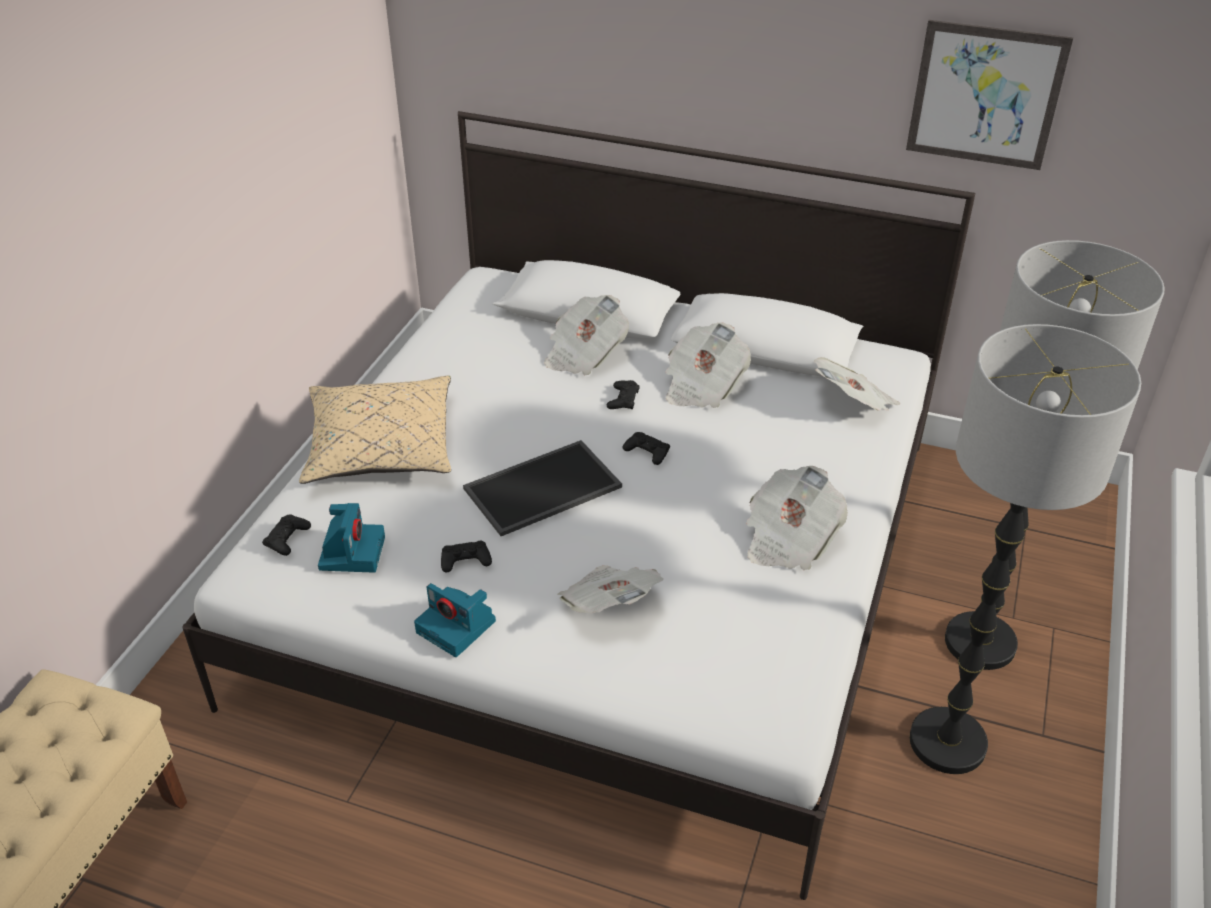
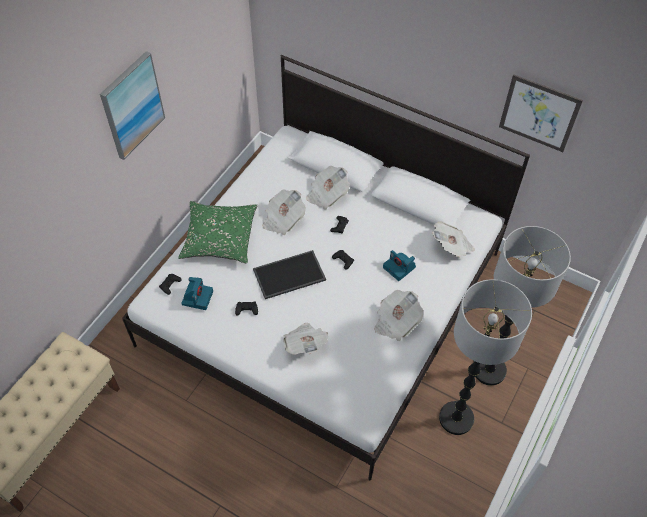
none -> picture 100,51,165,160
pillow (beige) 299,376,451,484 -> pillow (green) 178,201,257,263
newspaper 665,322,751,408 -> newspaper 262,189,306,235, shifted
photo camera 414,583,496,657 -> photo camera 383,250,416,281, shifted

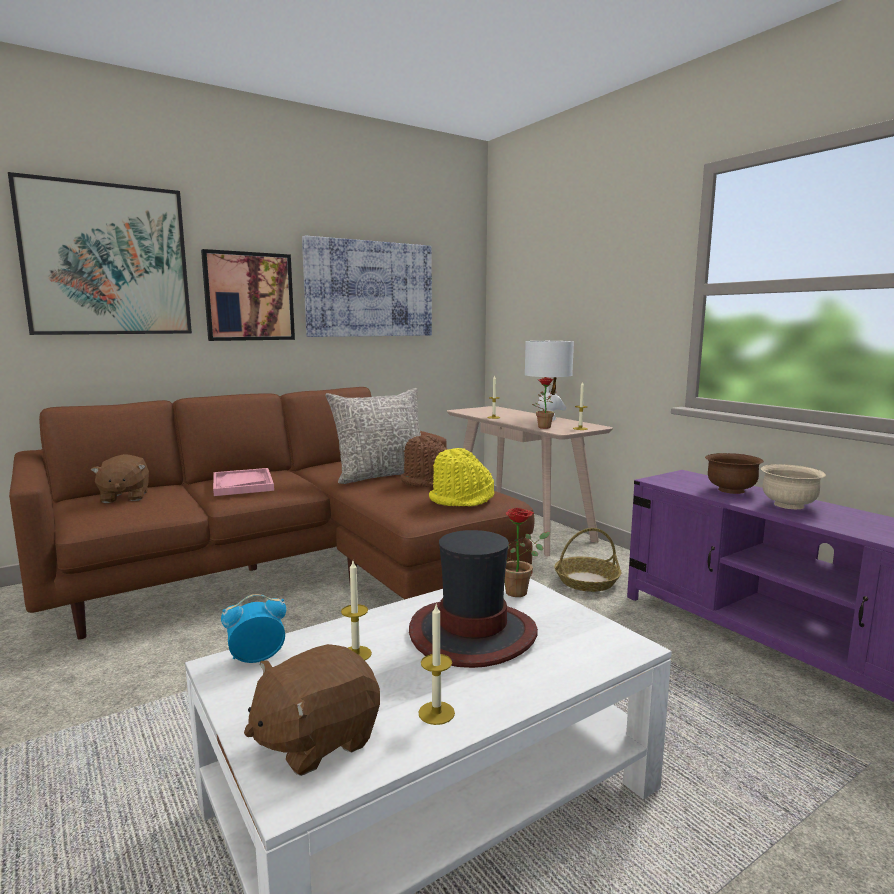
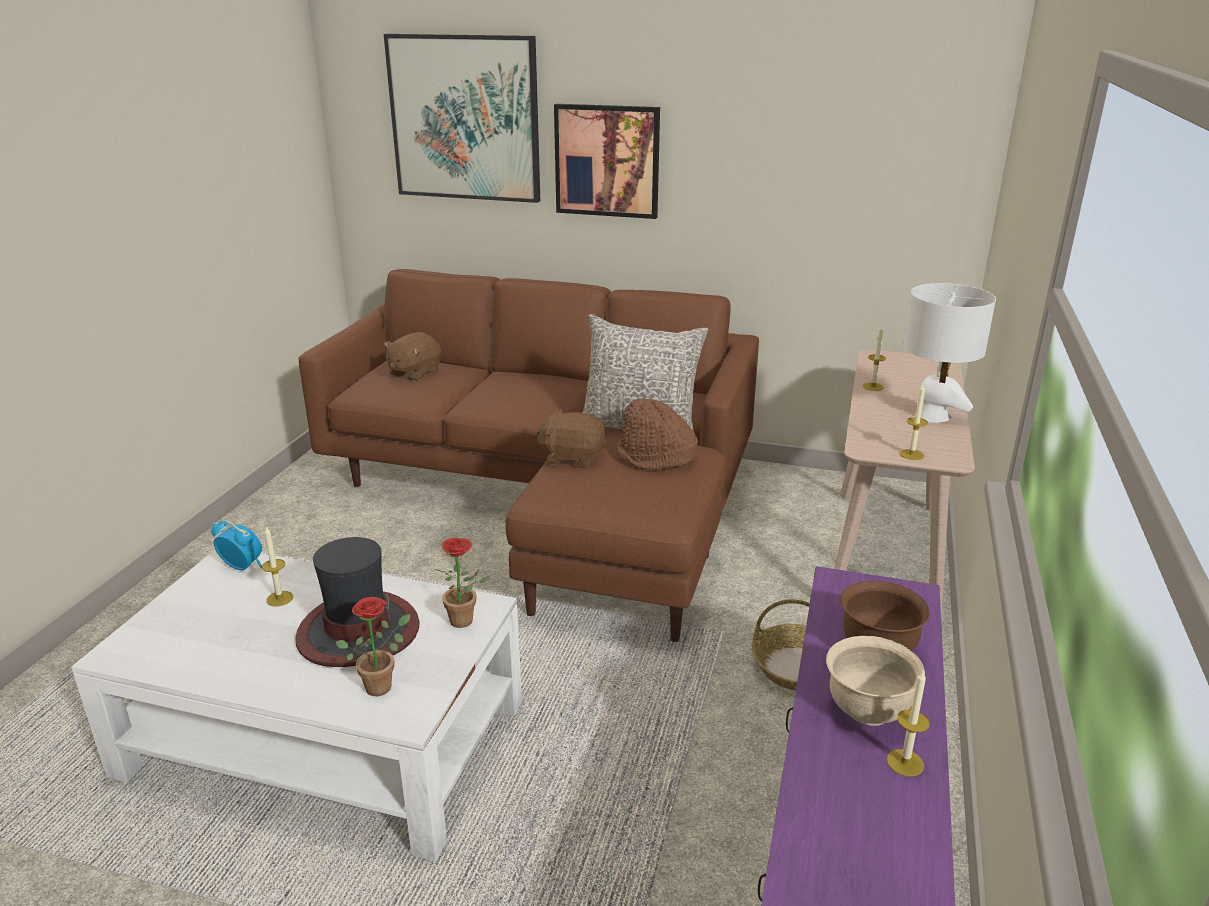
potted plant 532,377,556,429 -> potted plant 336,597,410,696, shifted
plush toy (brown) 244,644,380,776 -> plush toy (brown) 535,409,606,469, shifted
candle 418,605,455,725 -> candle 887,671,930,776, shifted
tray (pink) 213,468,274,496 -> none
picture 302,235,432,337 -> none
hat (yellow) 429,448,494,507 -> none

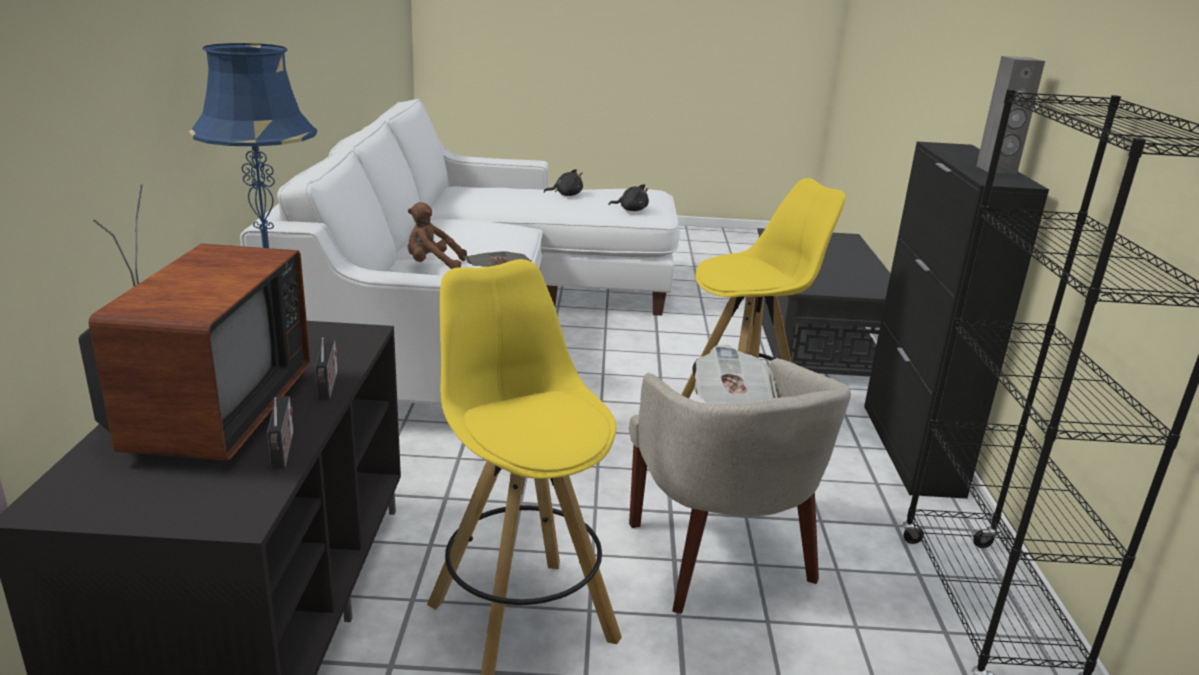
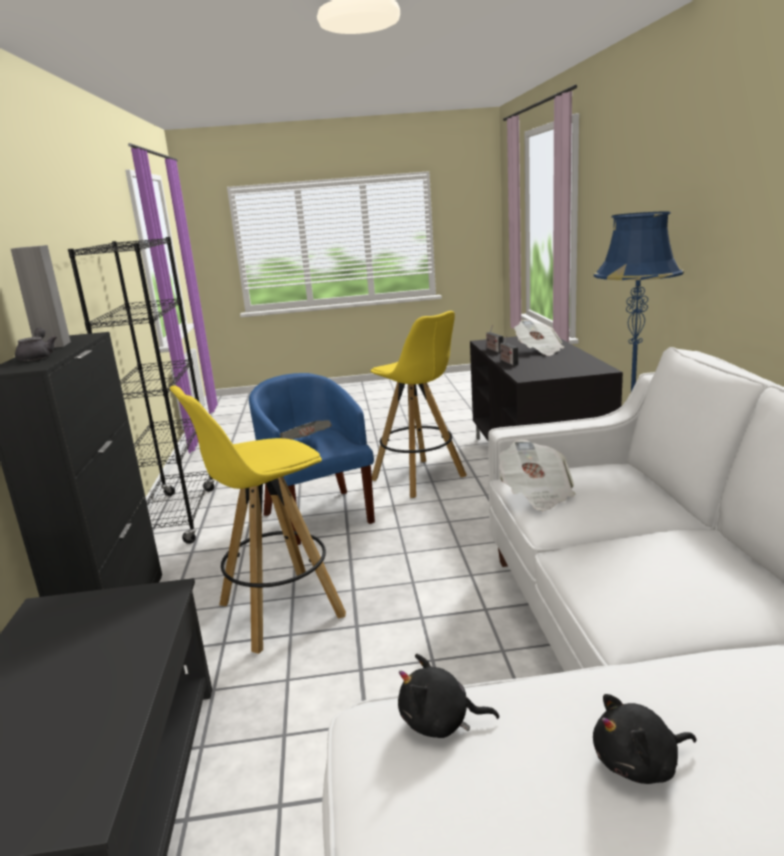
none -> teapot (grey) 15,328,57,361
armchair (beige) 629,358,851,613 -> armchair (blue) 249,373,375,545
television 79,184,310,461 -> newspaper 514,320,564,356
plush toy (brown) 407,202,467,269 -> none

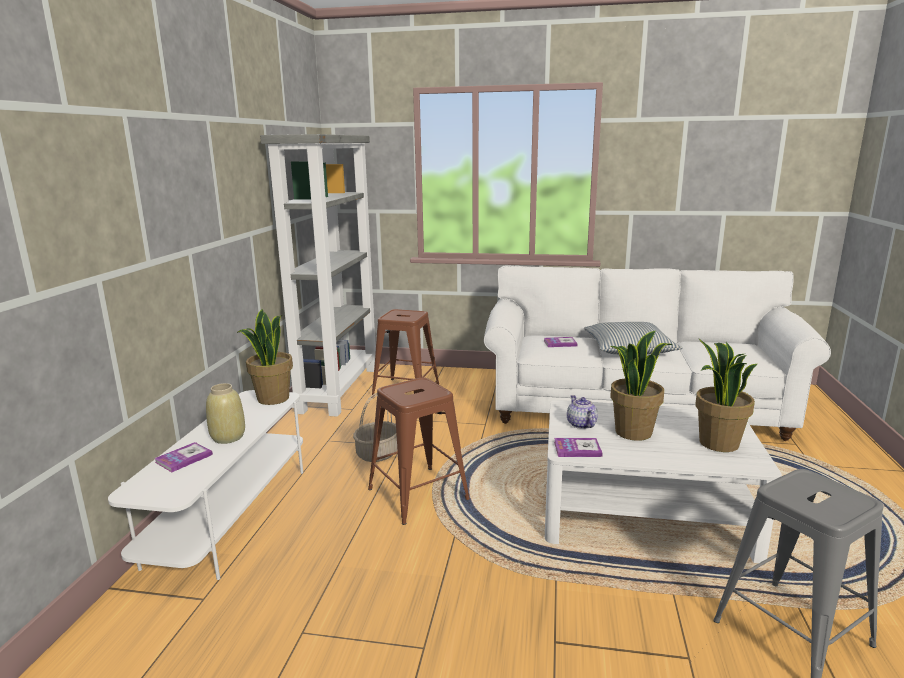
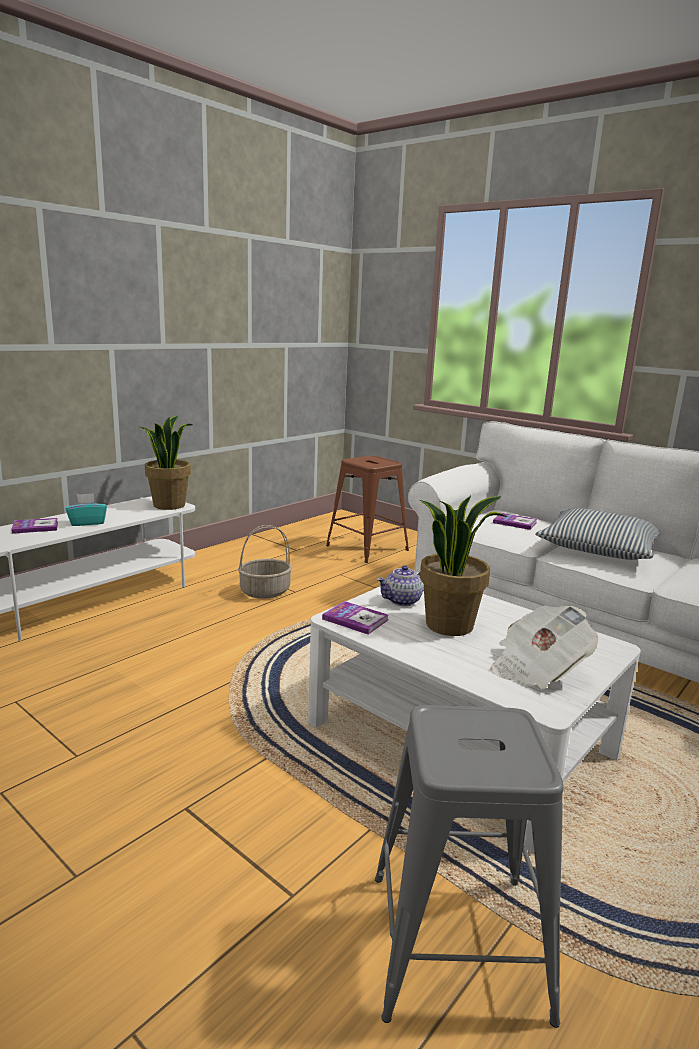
vase (beige) 206,383,245,444 -> tissue box (turquoise) 66,493,107,526
teapot 567,395,598,429 -> teapot 376,565,424,606, 135 degrees counterclockwise
potted plant 695,338,757,452 -> newspaper 490,606,598,689
bookcase (grey) 260,134,376,417 -> none
stool (brown) 368,377,470,525 -> none

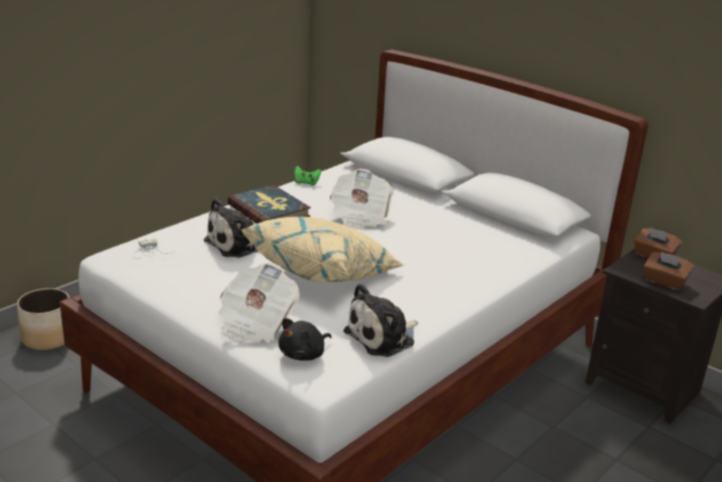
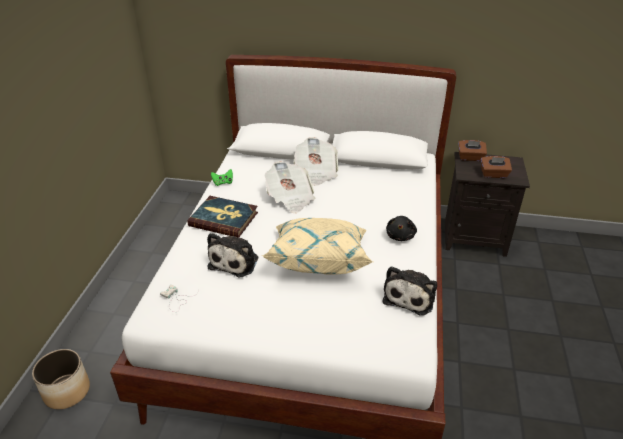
newspaper 218,263,300,343 -> newspaper 293,137,338,186, shifted
plush toy (black) 278,318,332,361 -> plush toy (black) 386,216,417,241, shifted

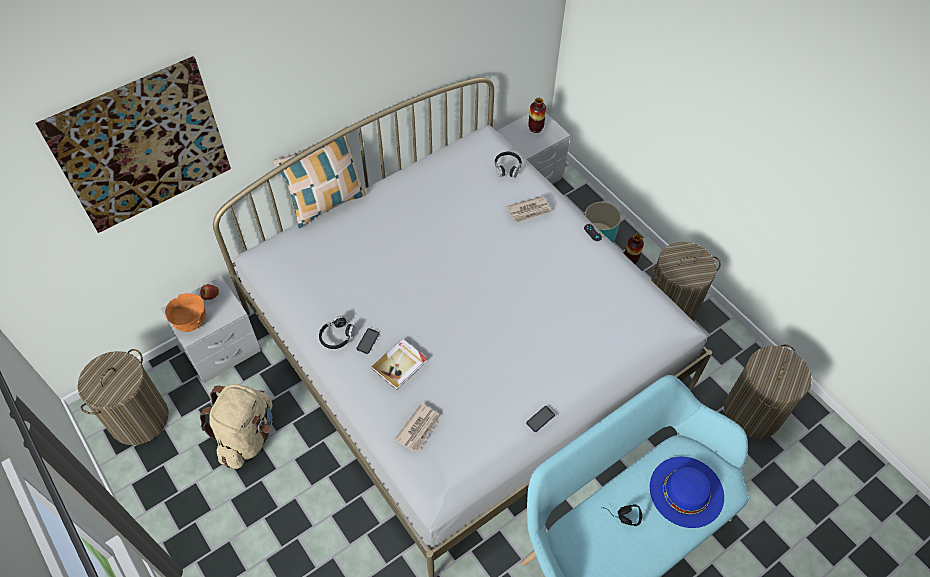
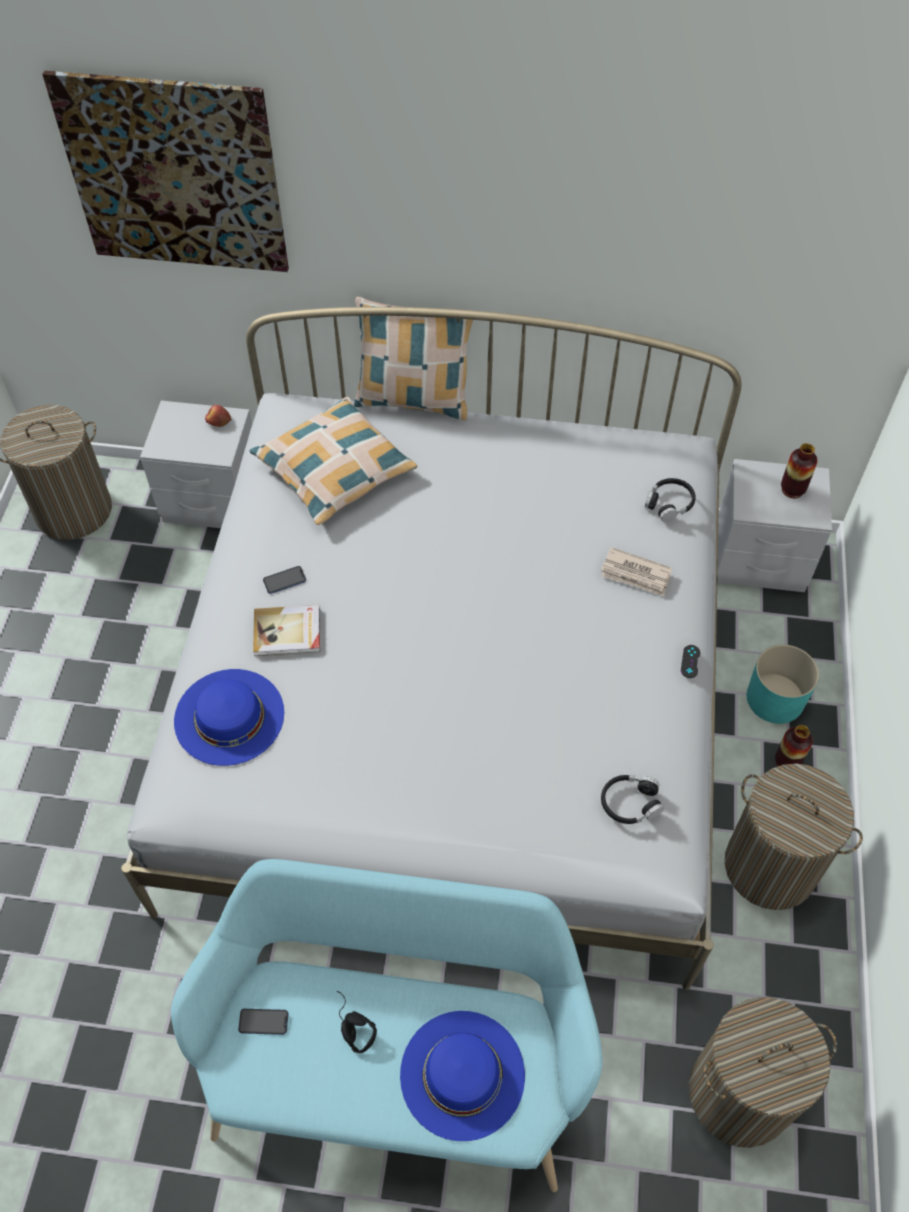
newspaper 394,403,441,452 -> hat (blue) 174,669,284,766
phone 526,406,555,432 -> phone 238,1009,289,1035, shifted
none -> pillow 250,397,417,525
headphones (black) 319,316,356,349 -> headphones (black) 601,775,664,824, shifted
bowl (orange) 165,293,206,332 -> none
backpack (beige) 200,384,273,469 -> none

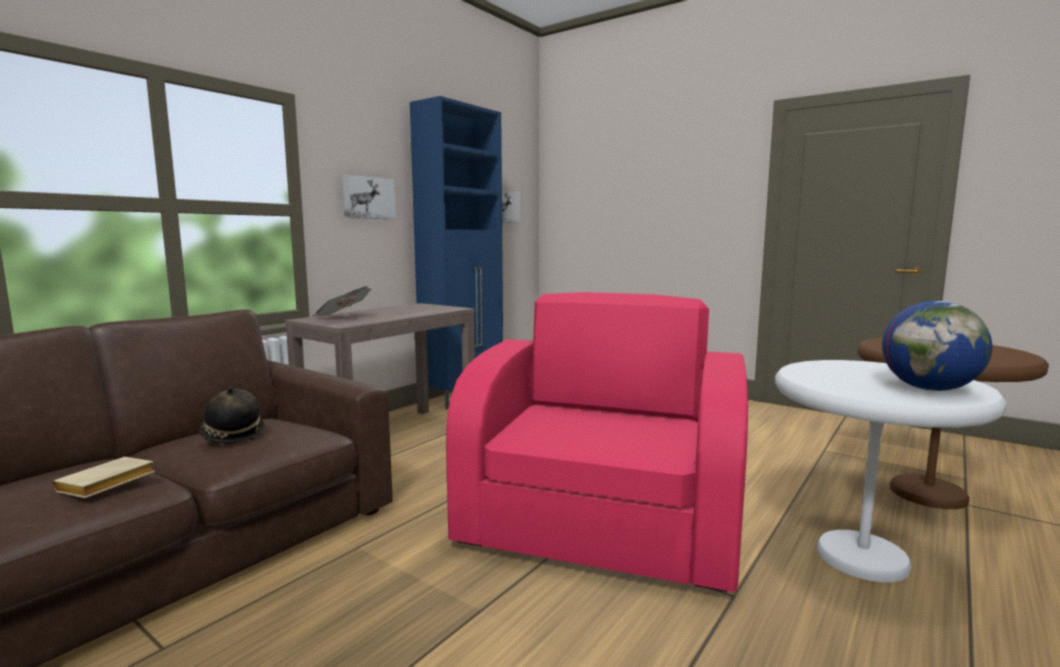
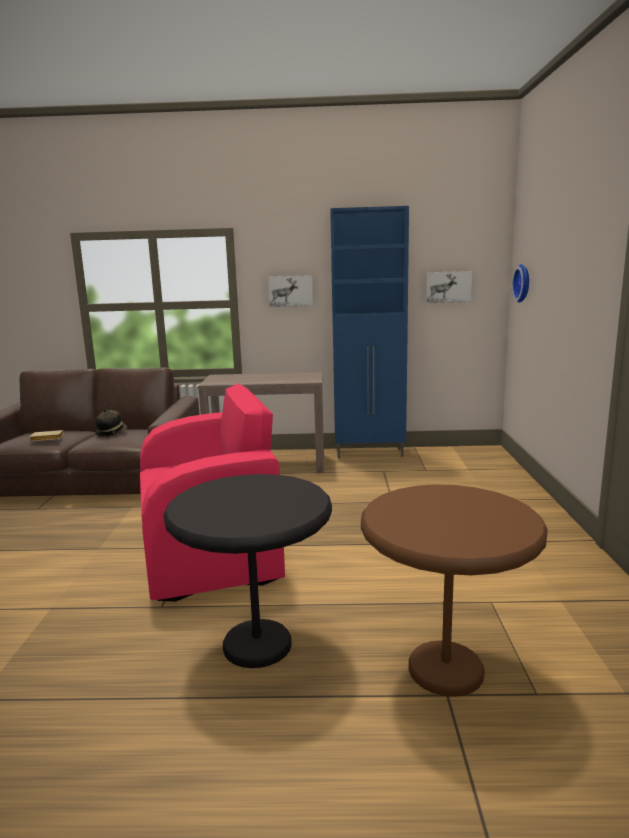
side table (white) 775,360,1007,582 -> side table (black) 164,474,332,668
none -> wall clock 512,264,529,303
newspaper 313,286,371,317 -> none
globe 882,301,992,391 -> none

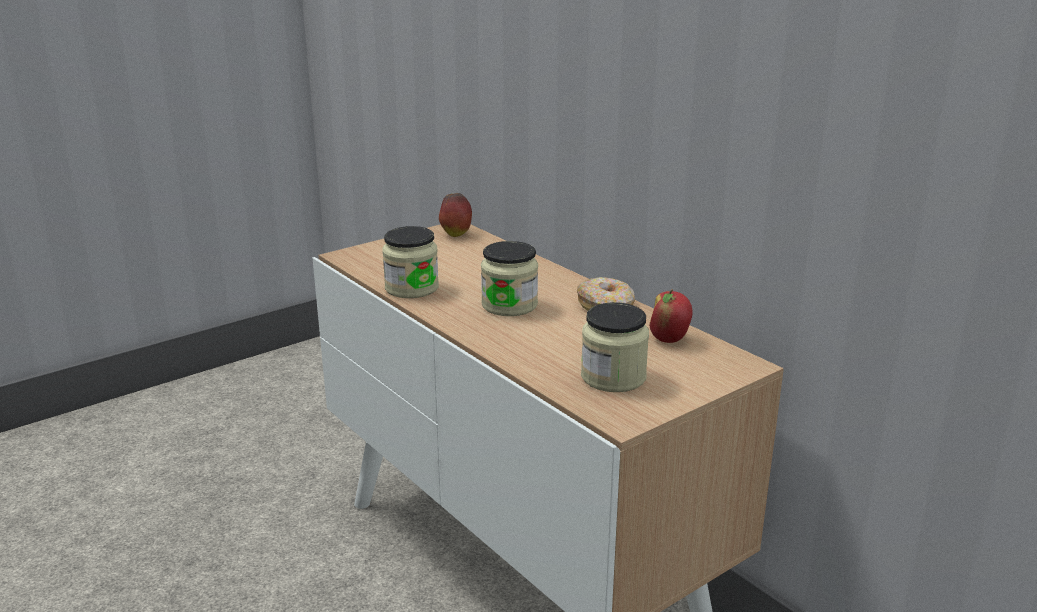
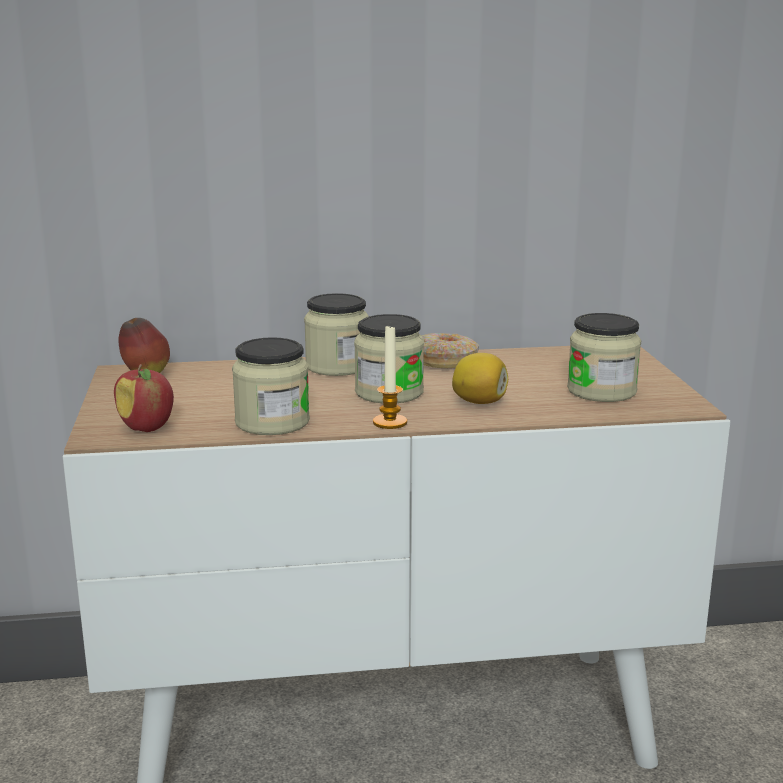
apple 649,289,693,343 -> apple 114,364,174,432, shifted
none -> jar 304,293,369,376
none -> candle 373,325,407,429
none -> lemon 452,353,508,404

